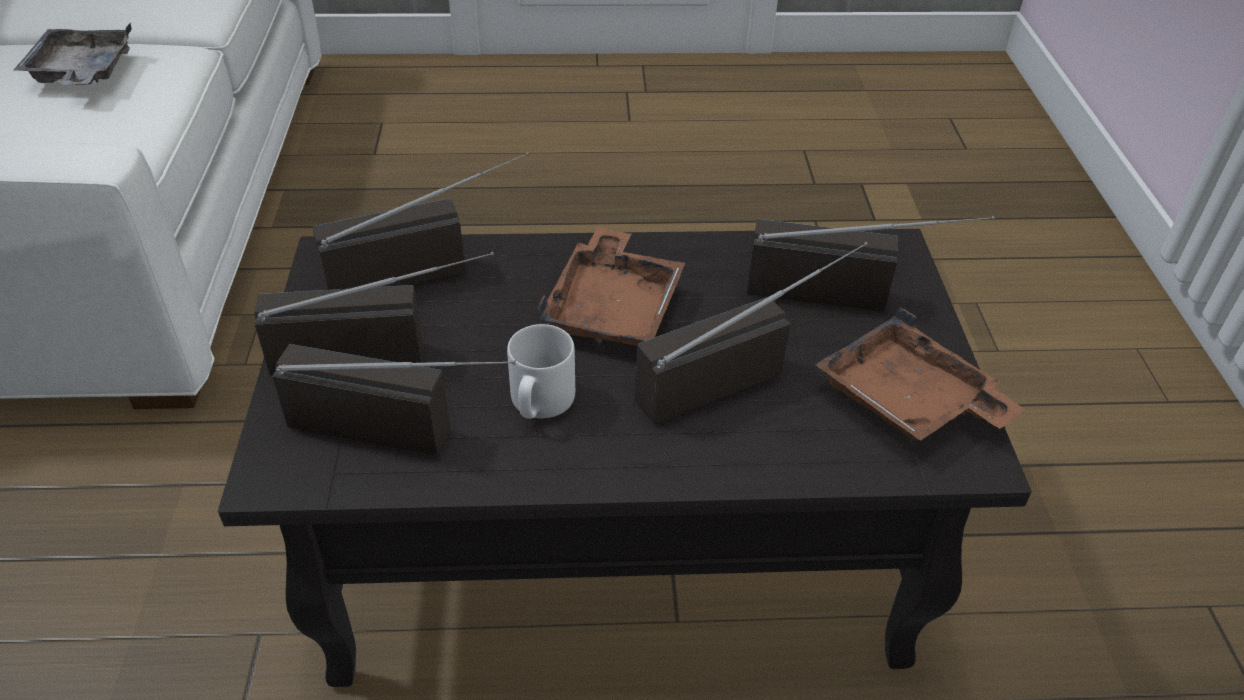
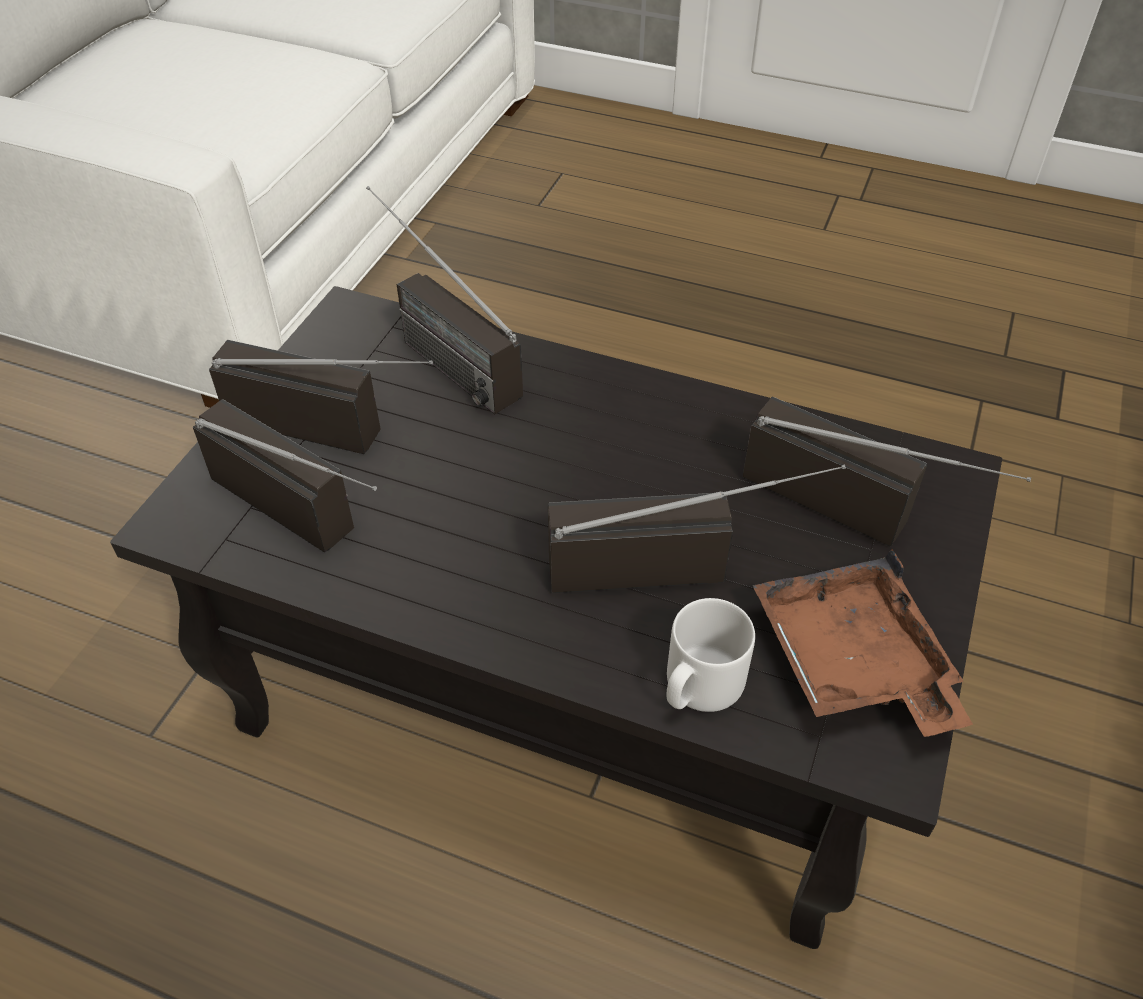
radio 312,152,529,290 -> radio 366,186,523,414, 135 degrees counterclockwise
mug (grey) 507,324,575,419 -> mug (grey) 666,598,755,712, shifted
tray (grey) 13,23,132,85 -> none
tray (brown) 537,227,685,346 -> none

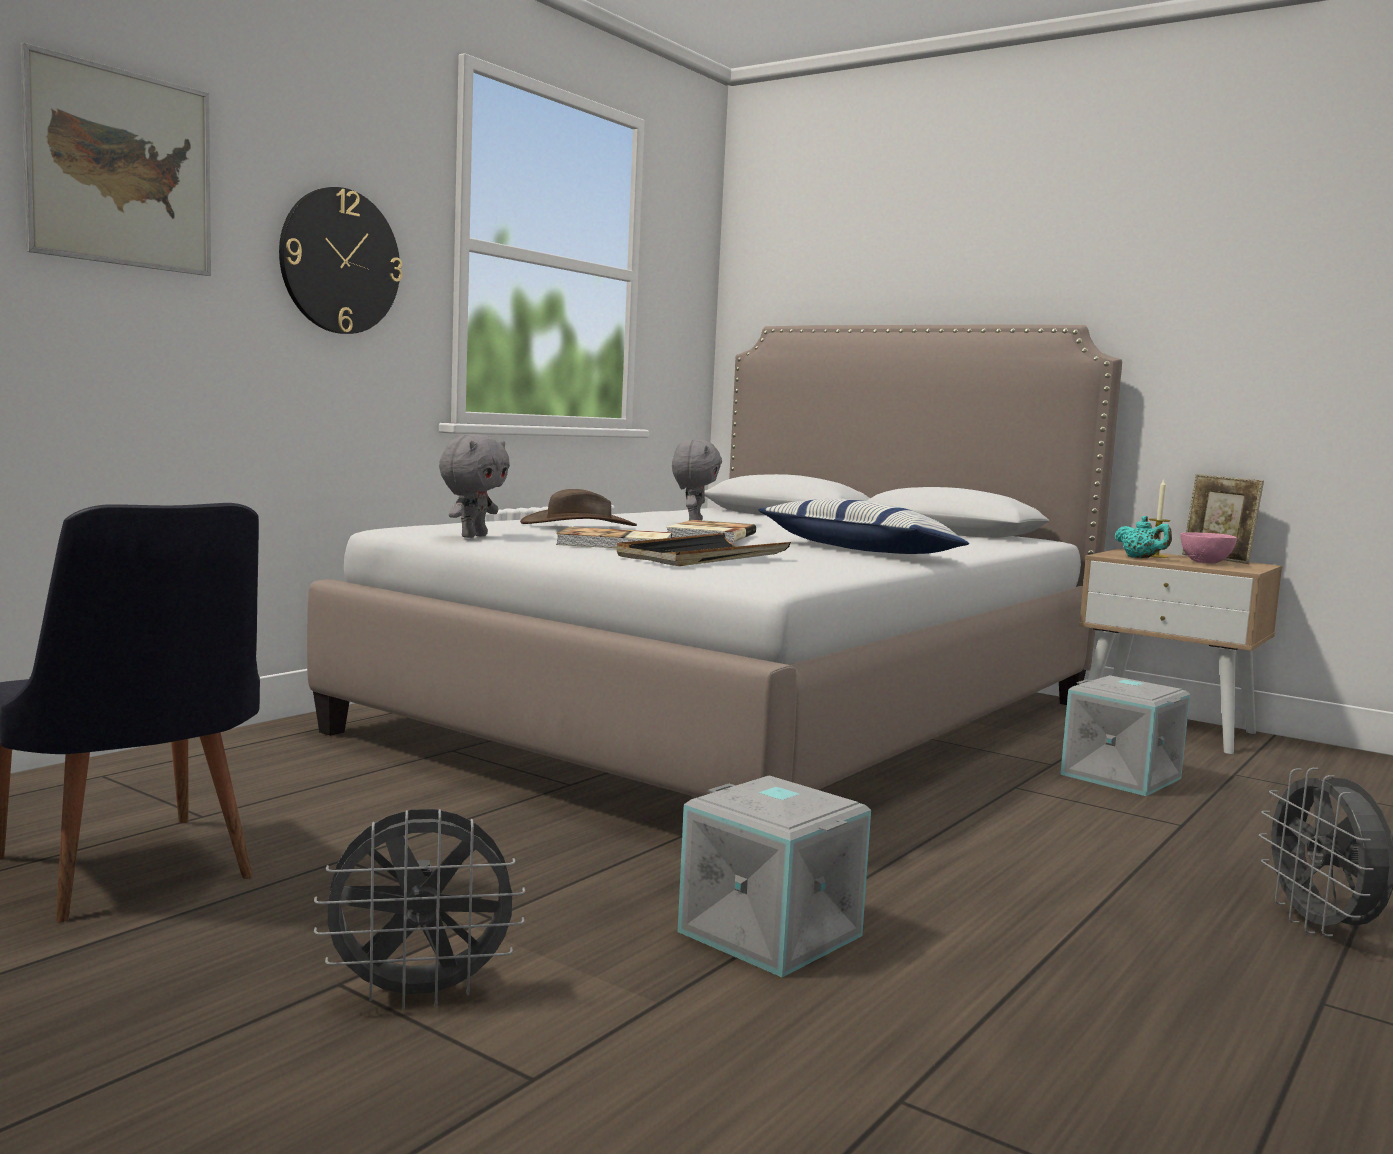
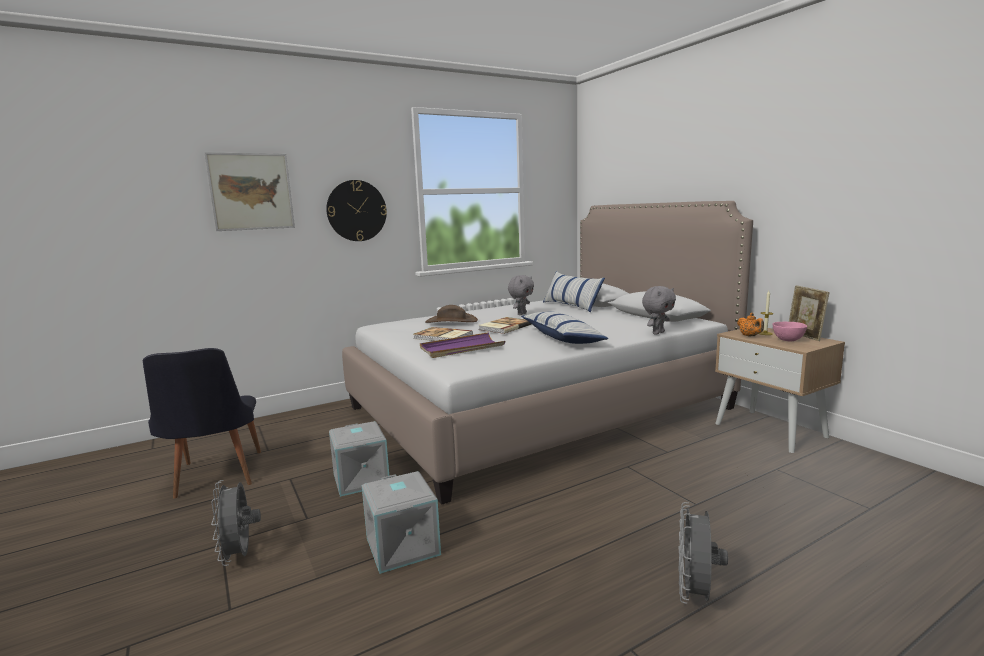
fan (grey) 314,809,525,1010 -> fan (grey) 211,480,261,566, 60 degrees clockwise
storage box (grey) 1060,675,1190,796 -> storage box (grey) 329,421,389,497, shifted
tray (black) 617,533,791,566 -> tray (purple) 420,332,505,358
none -> pillow 543,271,605,312
plush toy (grey) 439,434,510,538 -> plush toy (grey) 642,286,676,335, shifted
teapot (turquoise) 1114,516,1172,558 -> teapot (orange) 737,313,764,336

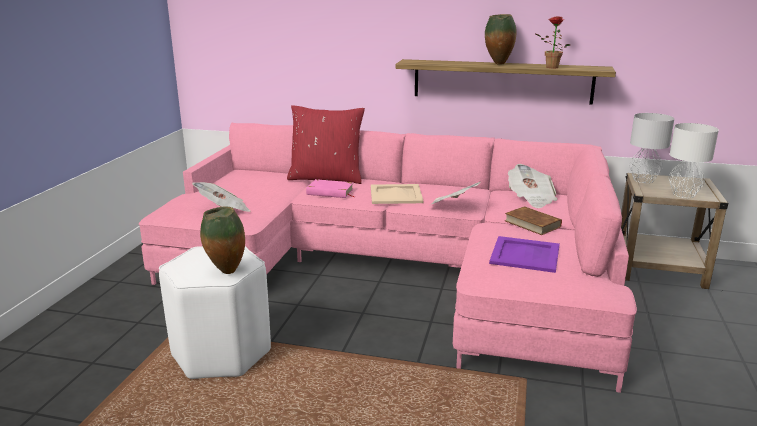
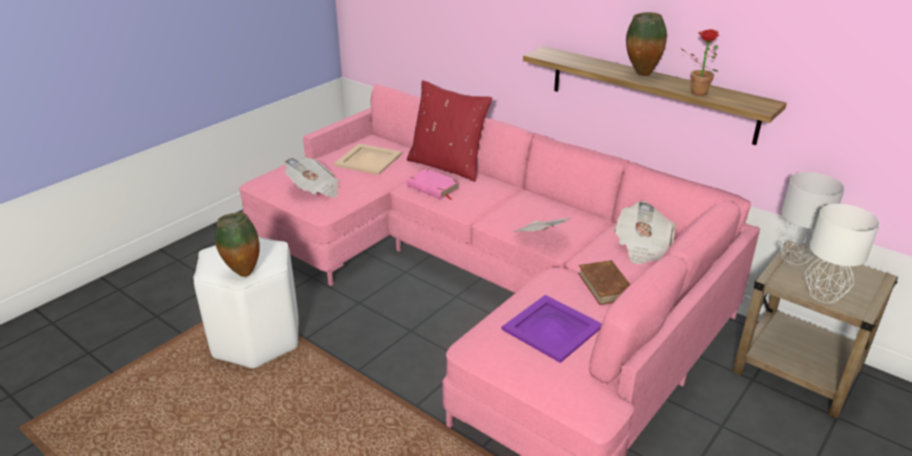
tray (beige) 371,184,423,204 -> tray (beige) 334,144,402,175, shifted

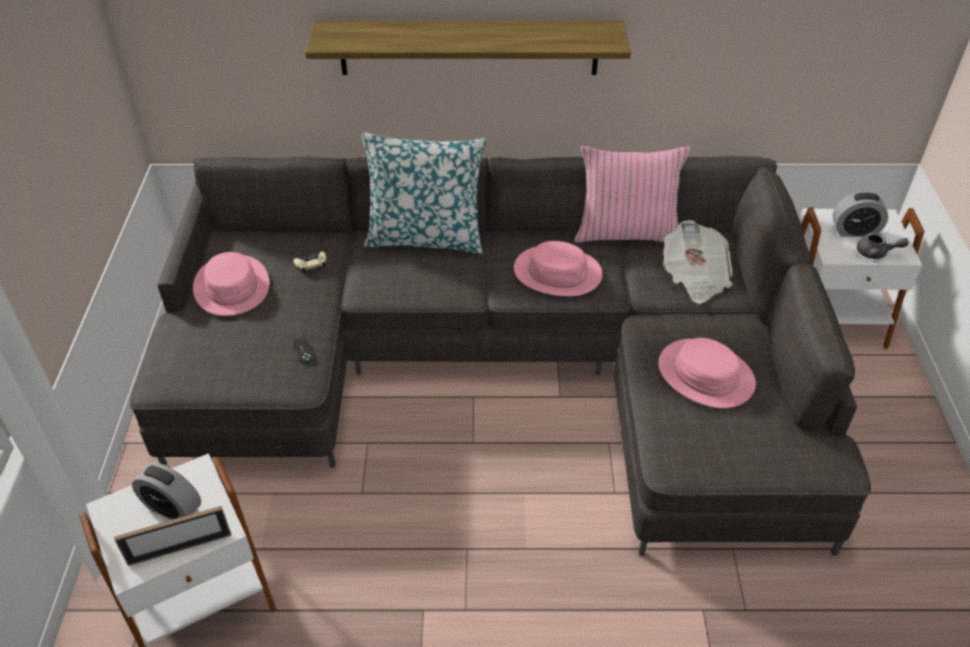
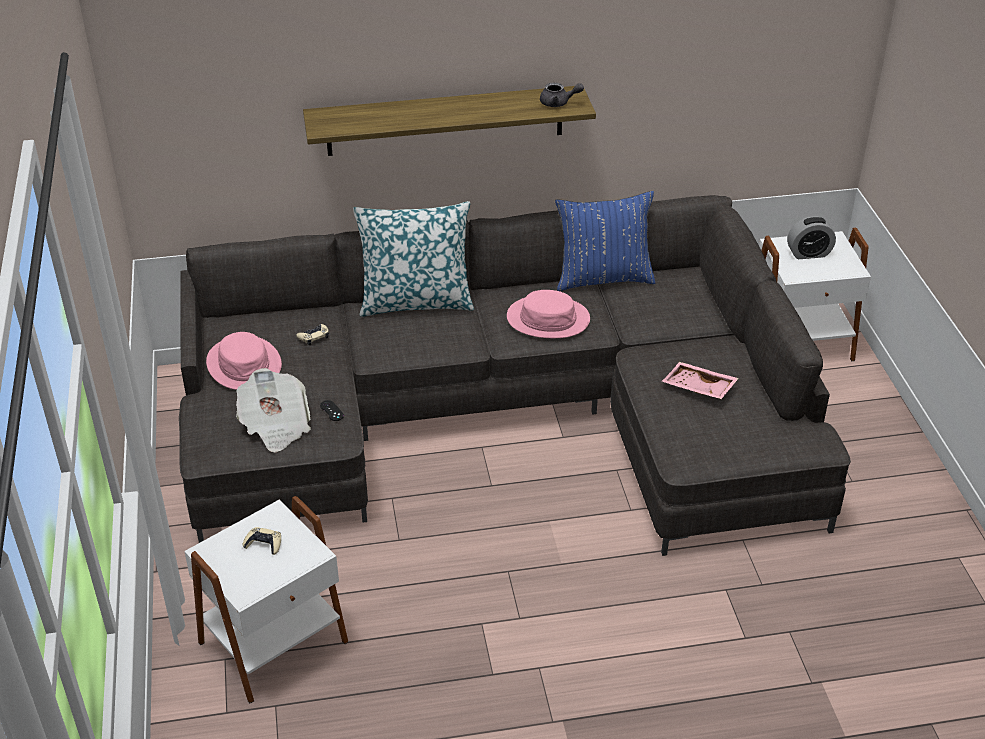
newspaper 663,220,732,304 -> newspaper 236,368,311,453, shifted
alarm clock 132,462,201,520 -> game controller (beige) 243,527,281,555
teapot (grey) 857,232,909,259 -> teapot (grey) 540,83,584,107, shifted
pillow (pink) 575,145,690,243 -> pillow (blue) 555,191,655,291
hat (pink) 658,338,756,408 -> tray (pink) 662,362,739,399
picture frame 114,506,231,566 -> none

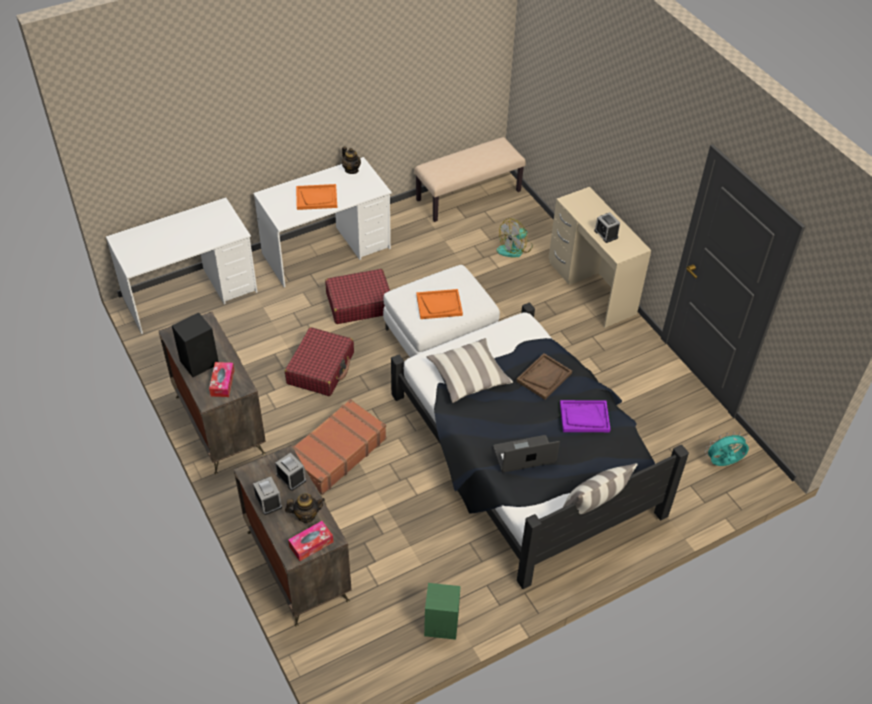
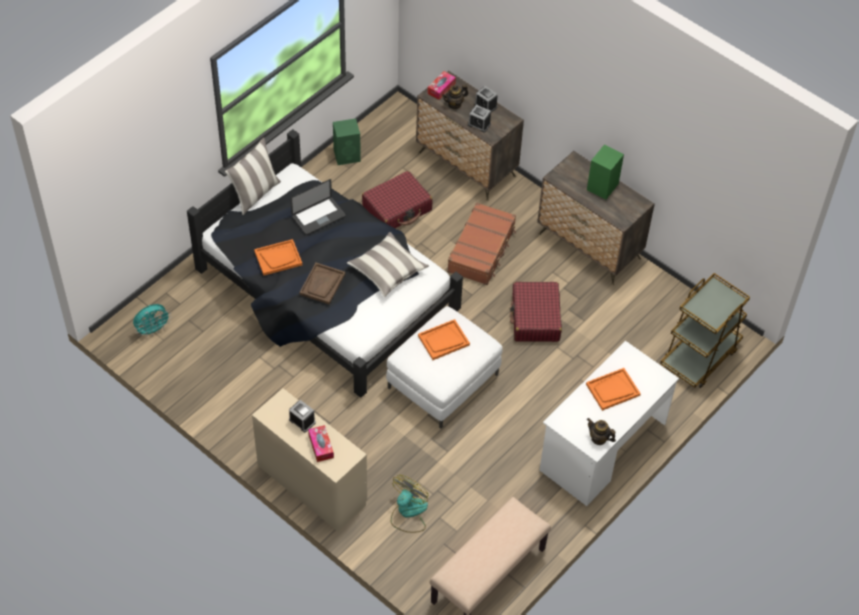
tray (purple) 560,400,611,432 -> tray (orange) 254,239,302,276
tissue box 209,362,235,397 -> tissue box 308,425,334,462, shifted
suitcase (red) 325,269,390,324 -> suitcase (red) 362,171,433,228, shifted
speaker (black) 172,313,219,377 -> speaker (green) 587,145,624,200
desk (white) 106,197,258,334 -> cart (brown) 660,273,750,388

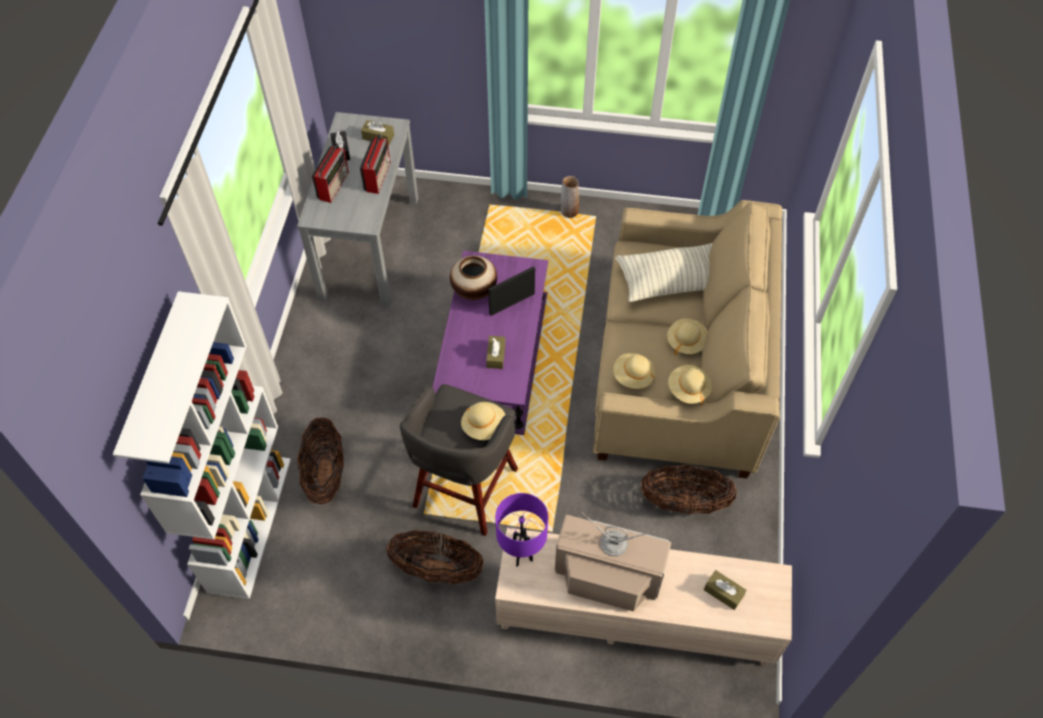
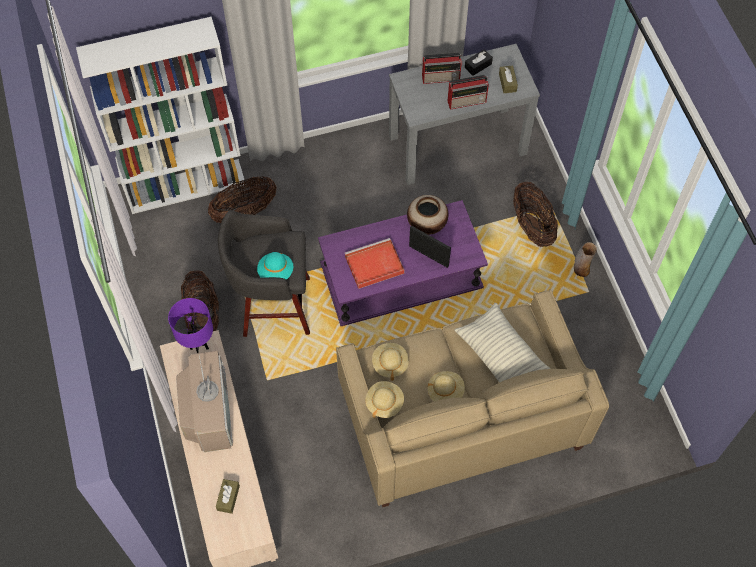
hat (beige) 461,402,505,440 -> hat (turquoise) 257,252,293,280
tissue box (brown) 486,336,505,369 -> tray (red) 345,238,404,289
basket 641,465,737,514 -> basket 513,182,558,247, shifted

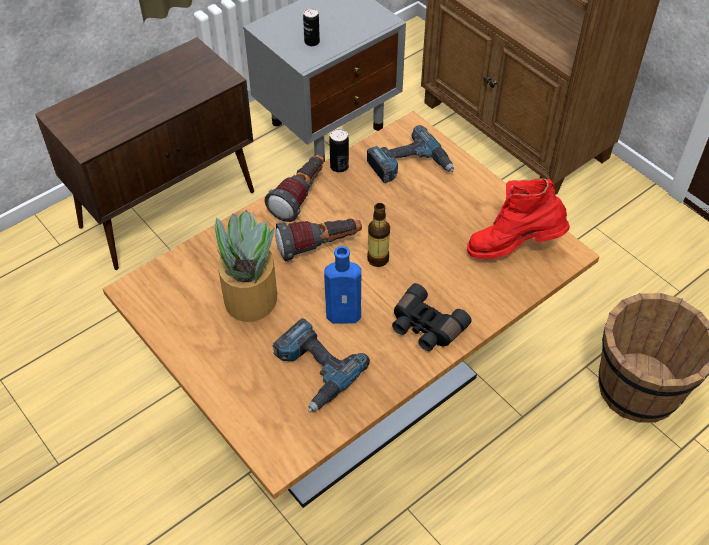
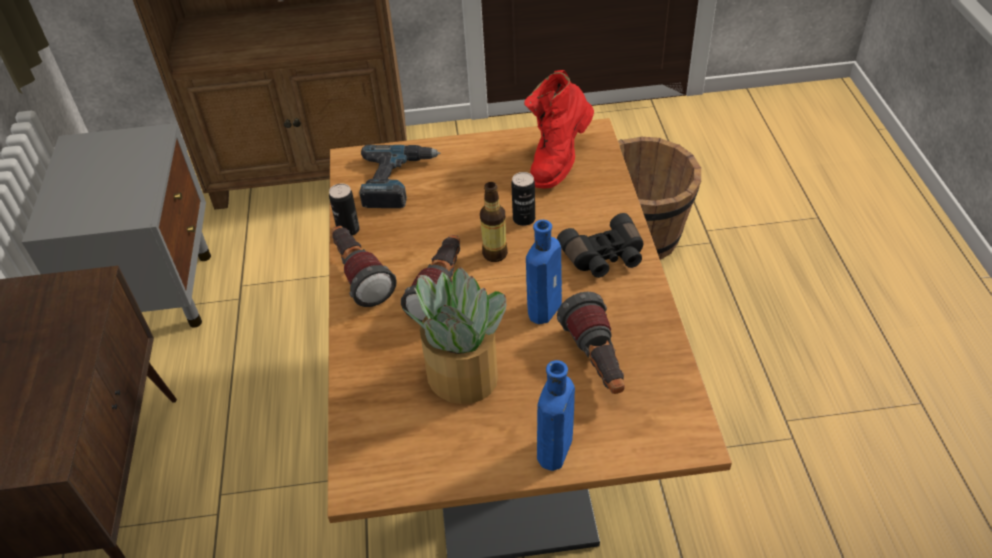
can 303,8,320,46 -> can 511,172,535,226, shifted
none -> bottle (blue) 537,360,575,471
power drill 272,318,370,412 -> flashlight 557,291,625,394

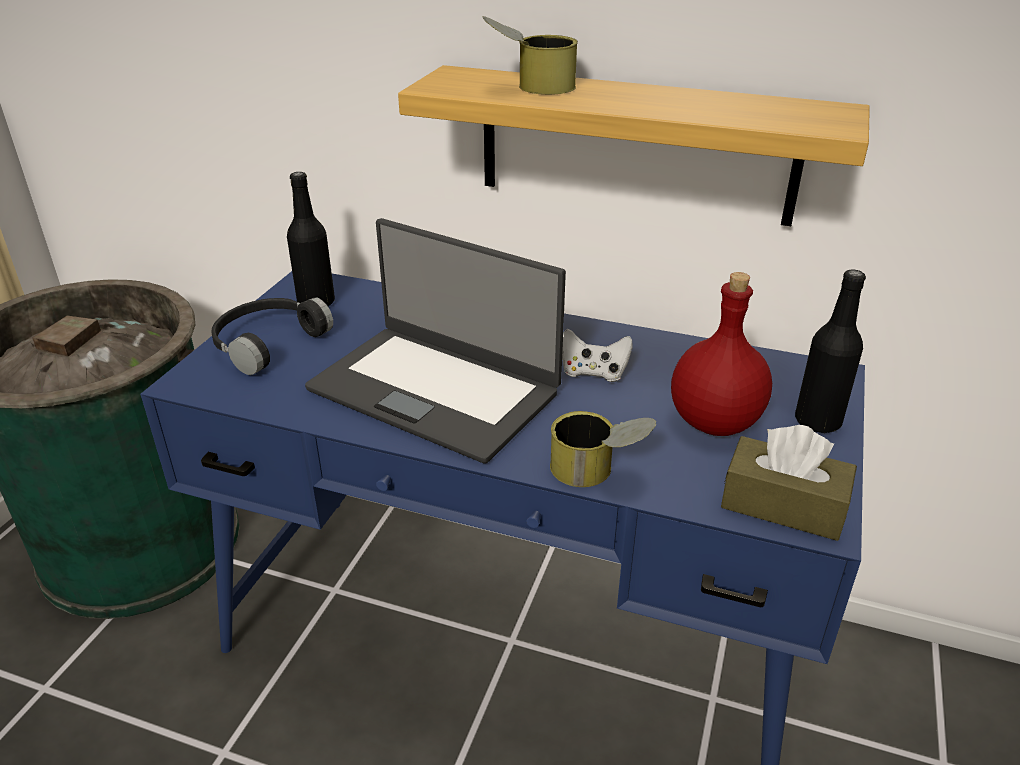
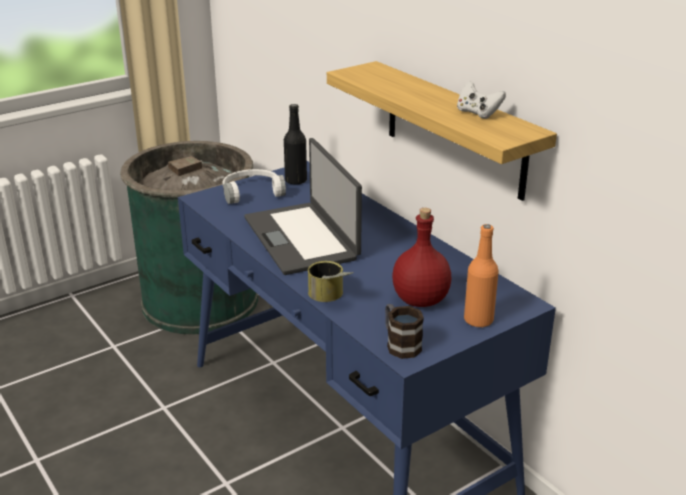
headphones (black) 211,297,333,375 -> headphones (white) 223,169,286,204
tissue box (brown) 721,425,857,541 -> mug 385,304,424,359
game controller (white) 562,328,633,382 -> game controller (white) 457,81,506,119, shifted
bottle (black) 795,270,866,433 -> bottle (orange) 464,224,499,327
can 483,16,578,95 -> none

